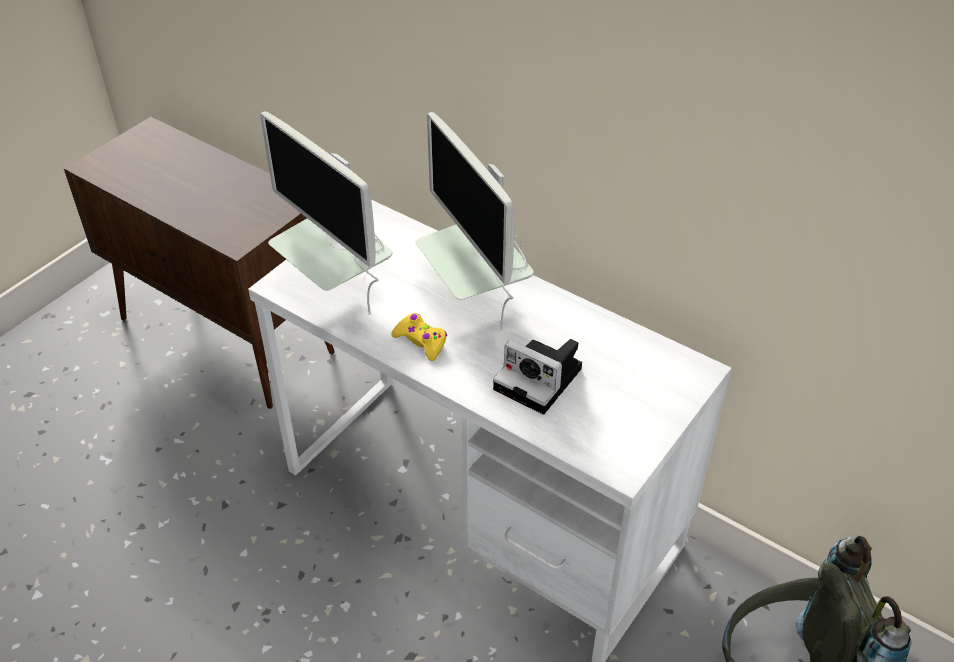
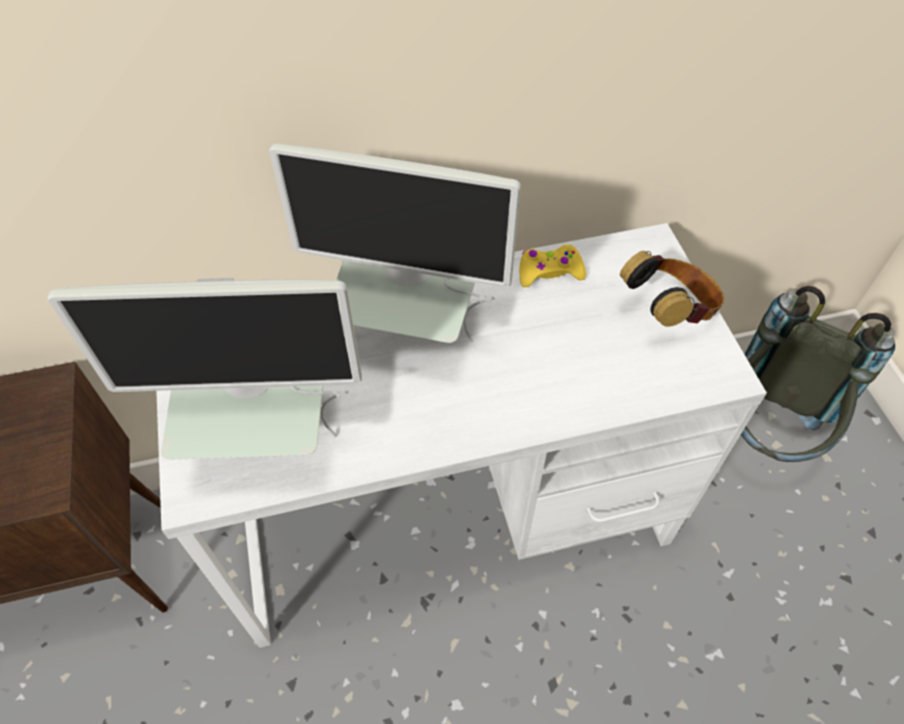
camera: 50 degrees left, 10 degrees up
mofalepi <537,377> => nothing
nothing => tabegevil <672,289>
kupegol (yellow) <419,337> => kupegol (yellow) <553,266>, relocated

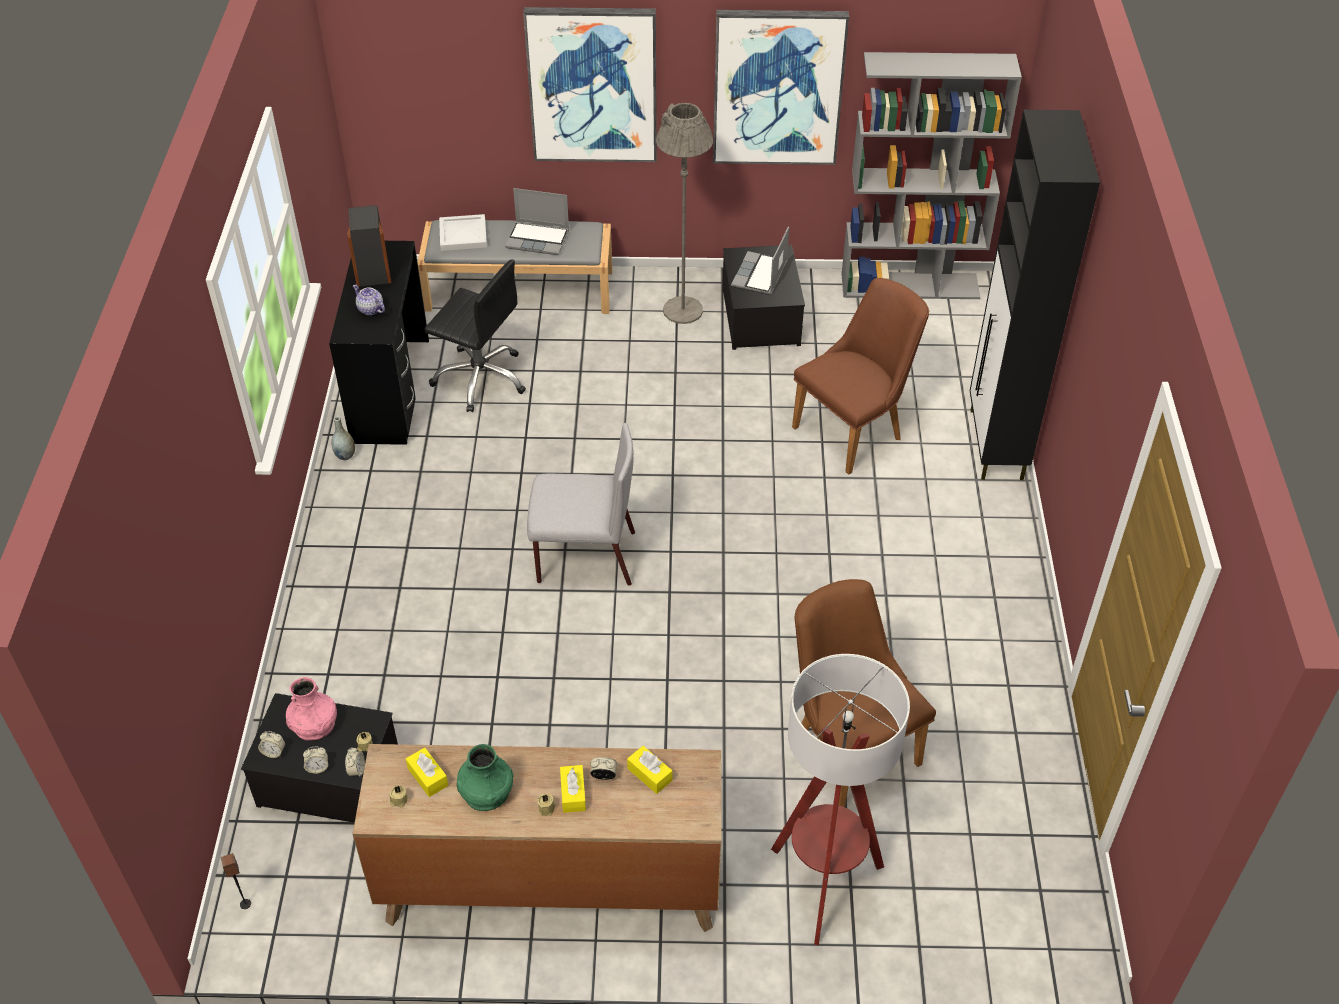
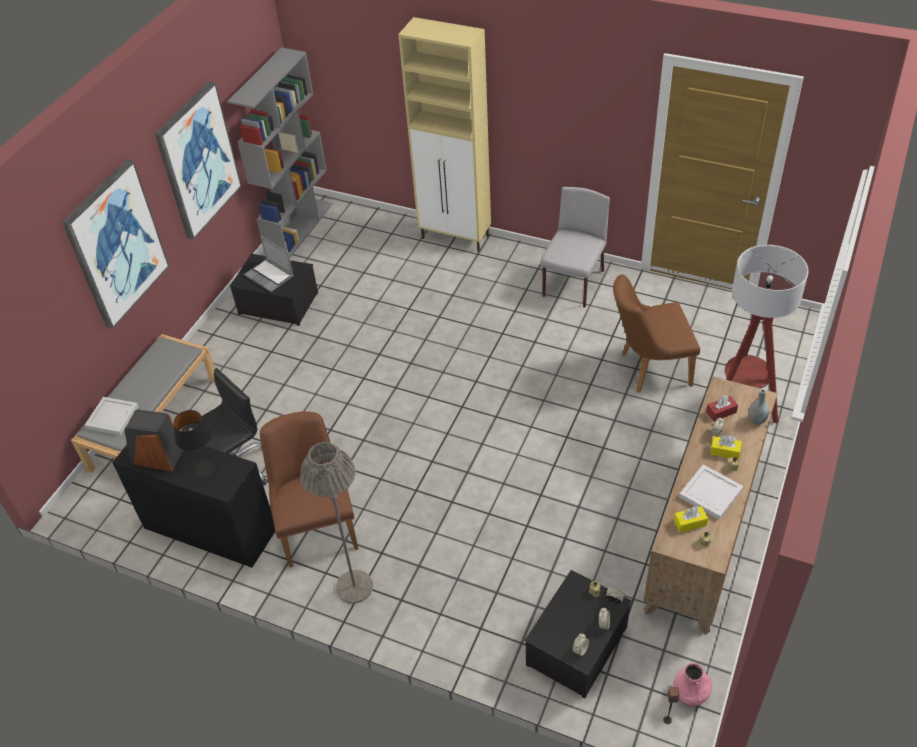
camera: 65 degrees left, 0 degrees up
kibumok <537,221> => nothing
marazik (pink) <311,709> => marazik (pink) <693,685>, relocated
marazik (grey) <343,438> => marazik (grey) <758,406>, relocated
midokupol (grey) <581,504> => midokupol (grey) <575,247>, relocated
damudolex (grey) <684,213> => damudolex (grey) <336,523>, relocated
midokupol (brown) <860,376> => midokupol (brown) <309,489>, relocated
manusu <369,300> => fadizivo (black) <194,443>
marazik (green) <485,777> => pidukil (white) <711,492>
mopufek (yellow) <649,770> => mopufek (red) <722,408>
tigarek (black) <1035,295> => tigarek (beige) <444,134>

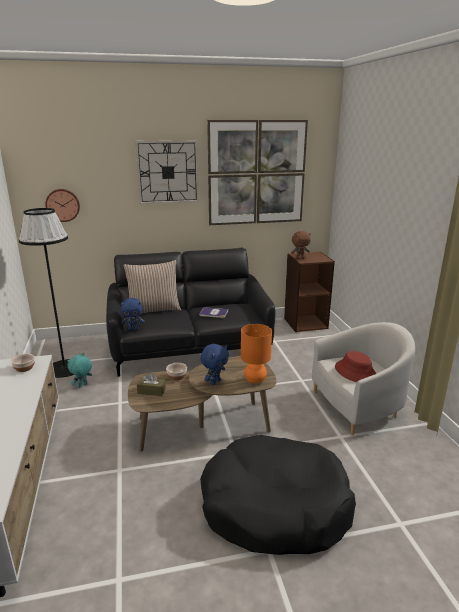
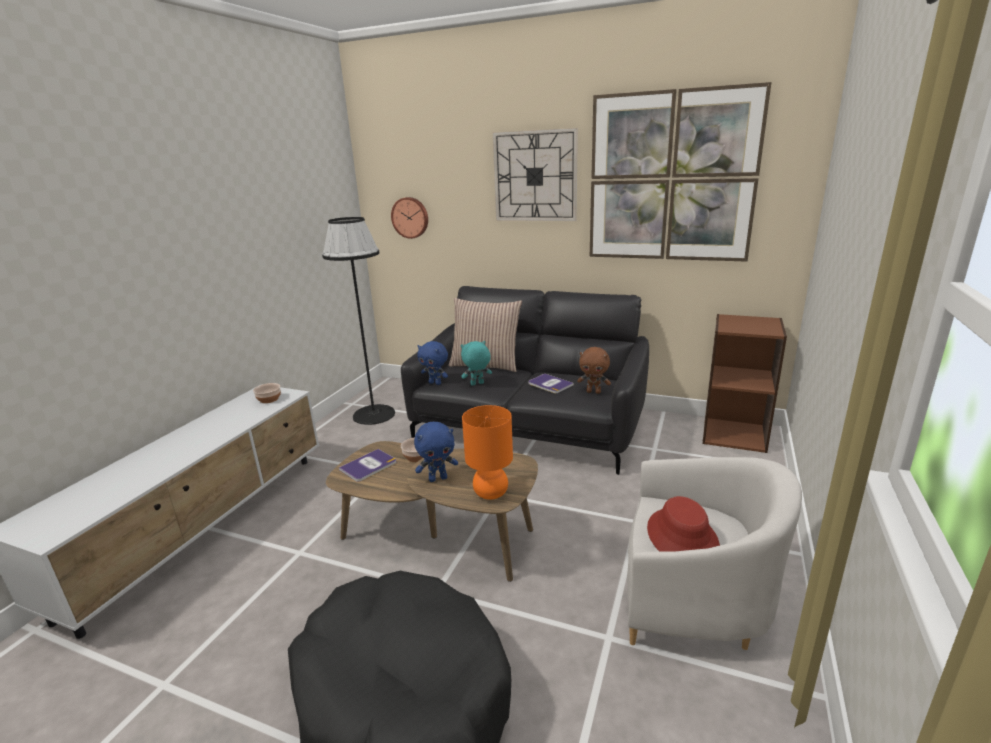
camera: 35 degrees right, 0 degrees up
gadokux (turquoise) <79,370> => gadokux (turquoise) <476,363>, relocated
gadokux (brown) <301,245> => gadokux (brown) <594,370>, relocated
mopufek (brown) <151,384> => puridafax <367,465>

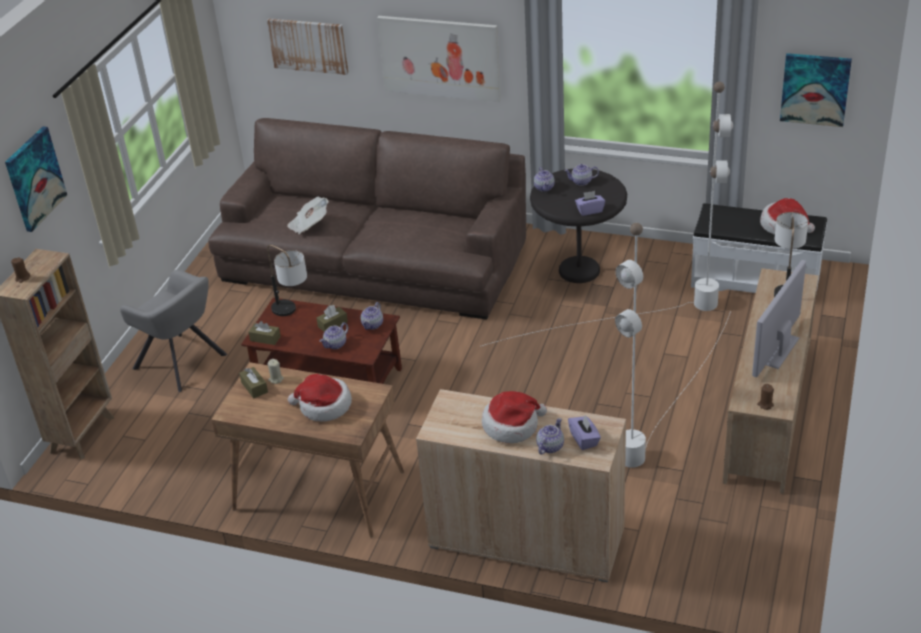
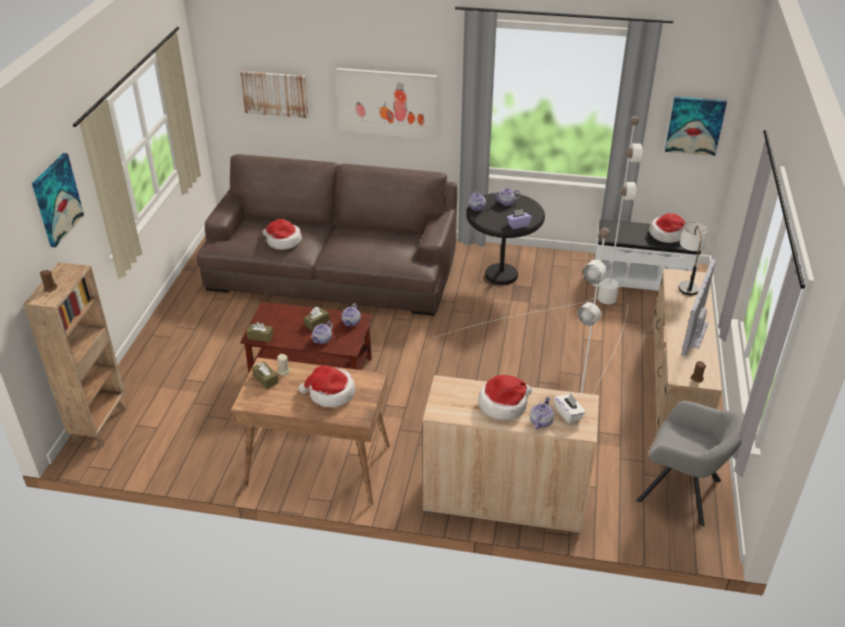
camera: 10 degrees left, 0 degrees up
fadizivo <287,280> => nothing
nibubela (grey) <173,331> => nibubela (grey) <690,464>, relocated
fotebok <308,215> => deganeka <282,234>
mopufek (purple) <584,432> => mopufek (white) <569,408>

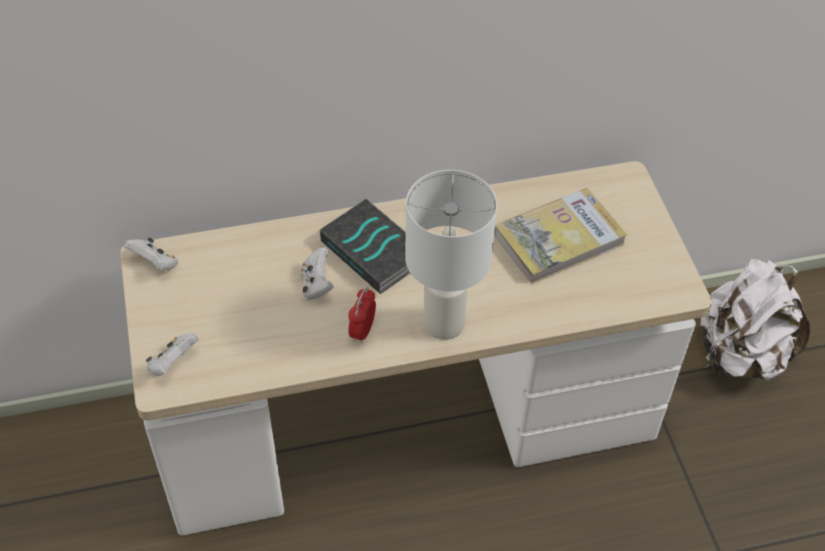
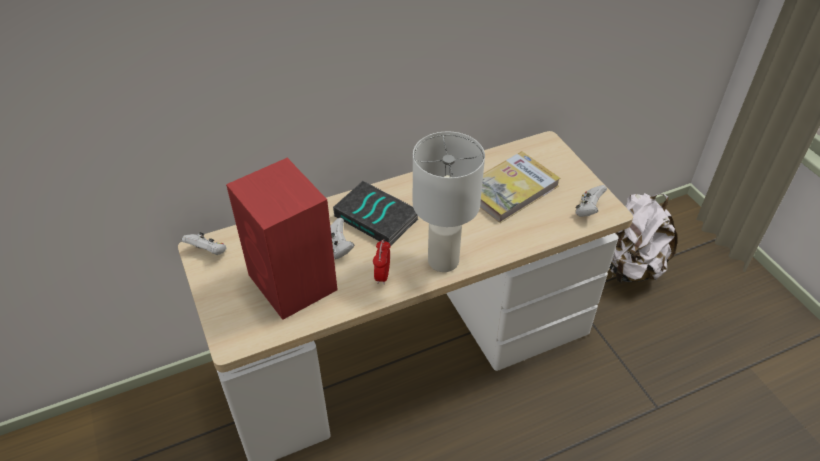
camera: 10 degrees left, 5 degrees down
nothing => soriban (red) <282,239>
kupegol (white) <172,354> => kupegol (white) <591,201>, relocated

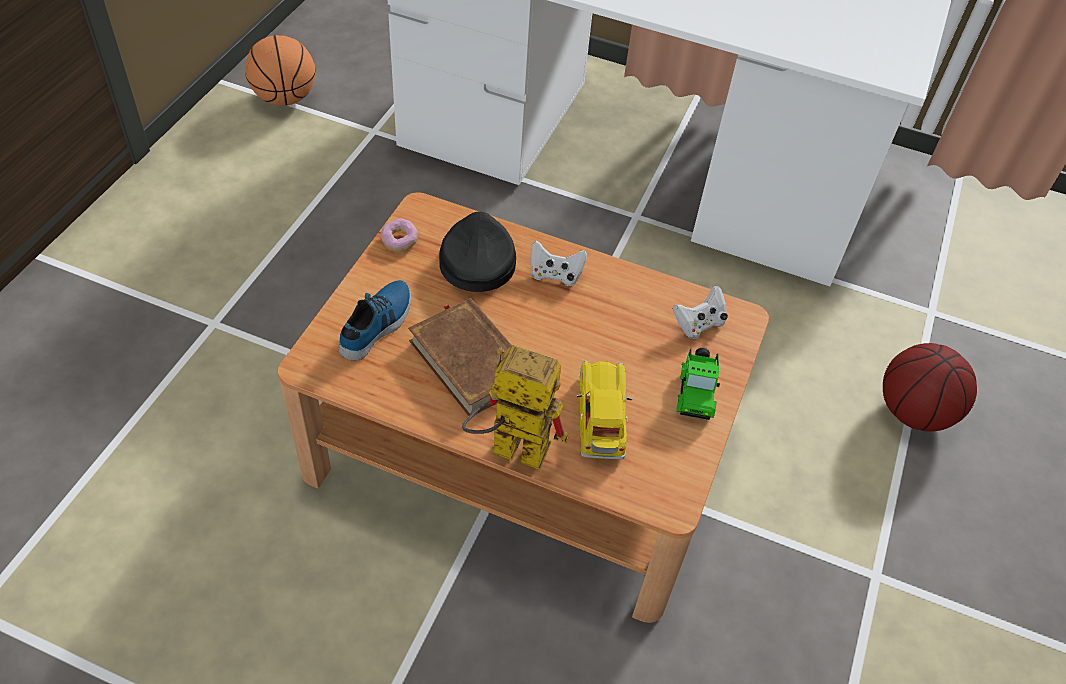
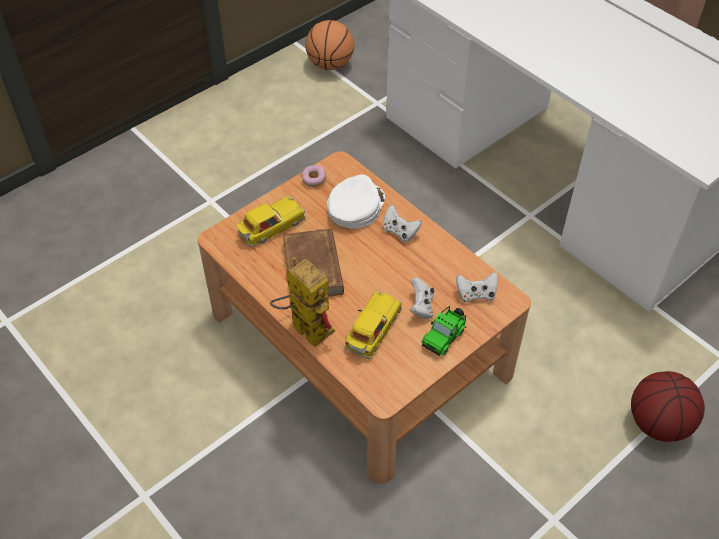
camera: 30 degrees right, 0 degrees up
nothing => kupegol (white) <422,298>
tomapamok <375,320> => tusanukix <271,221>
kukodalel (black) <477,252> => kukodalel (white) <356,201>

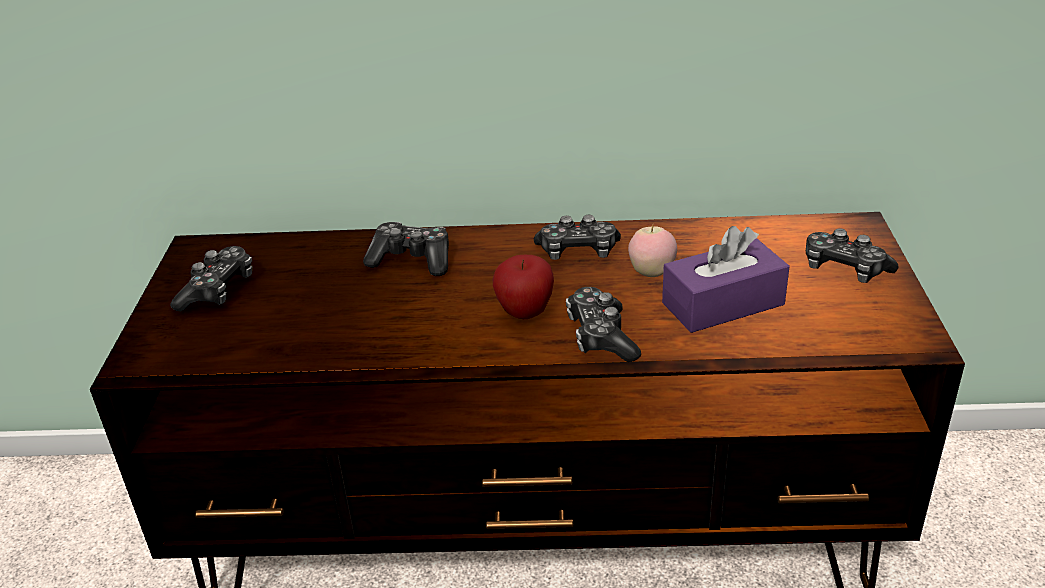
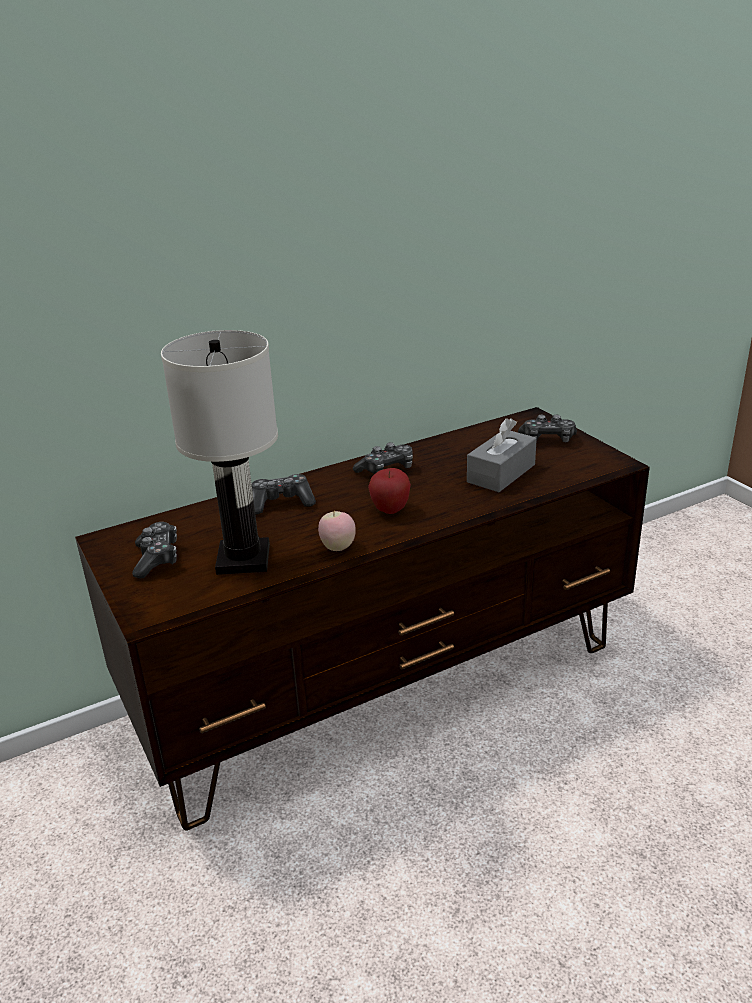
camera: 30 degrees left, 5 degrees down
kupegol <603,324> => nothing
nothing => fadizivo (white) <219,452>
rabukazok <652,251> => rabukazok <337,530>, relocated
mopufek (purple) <726,279> => mopufek (grey) <502,455>

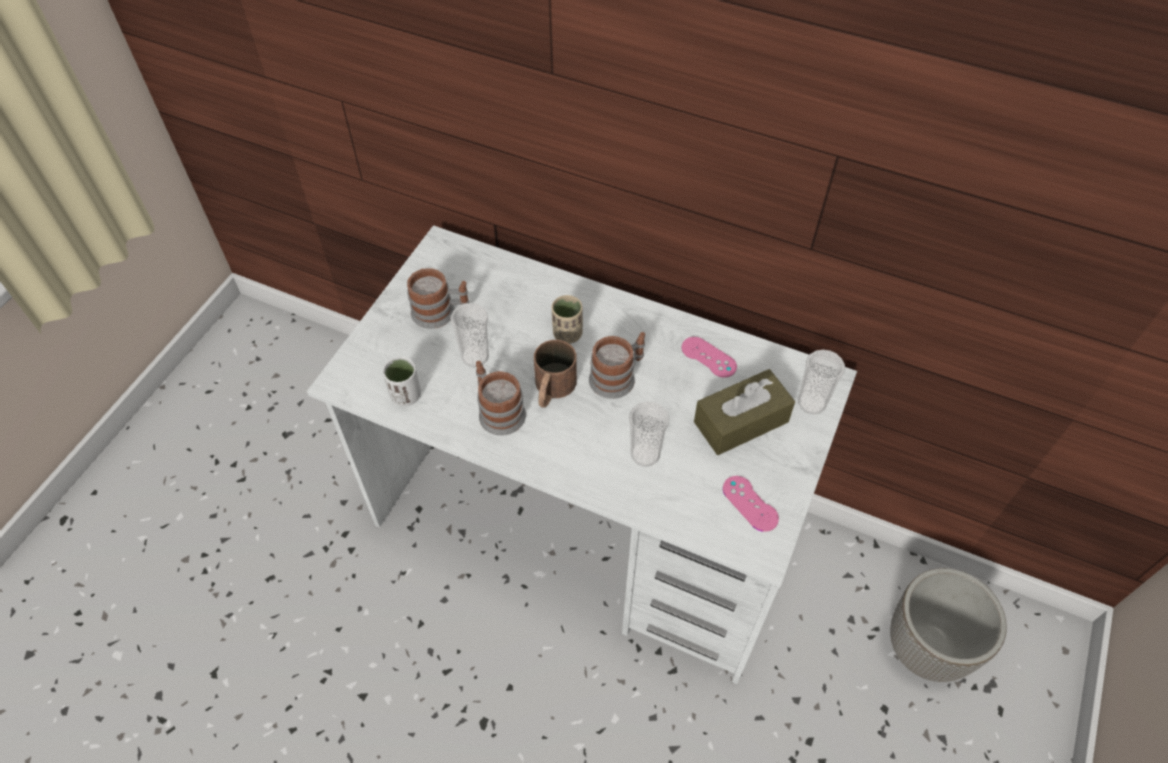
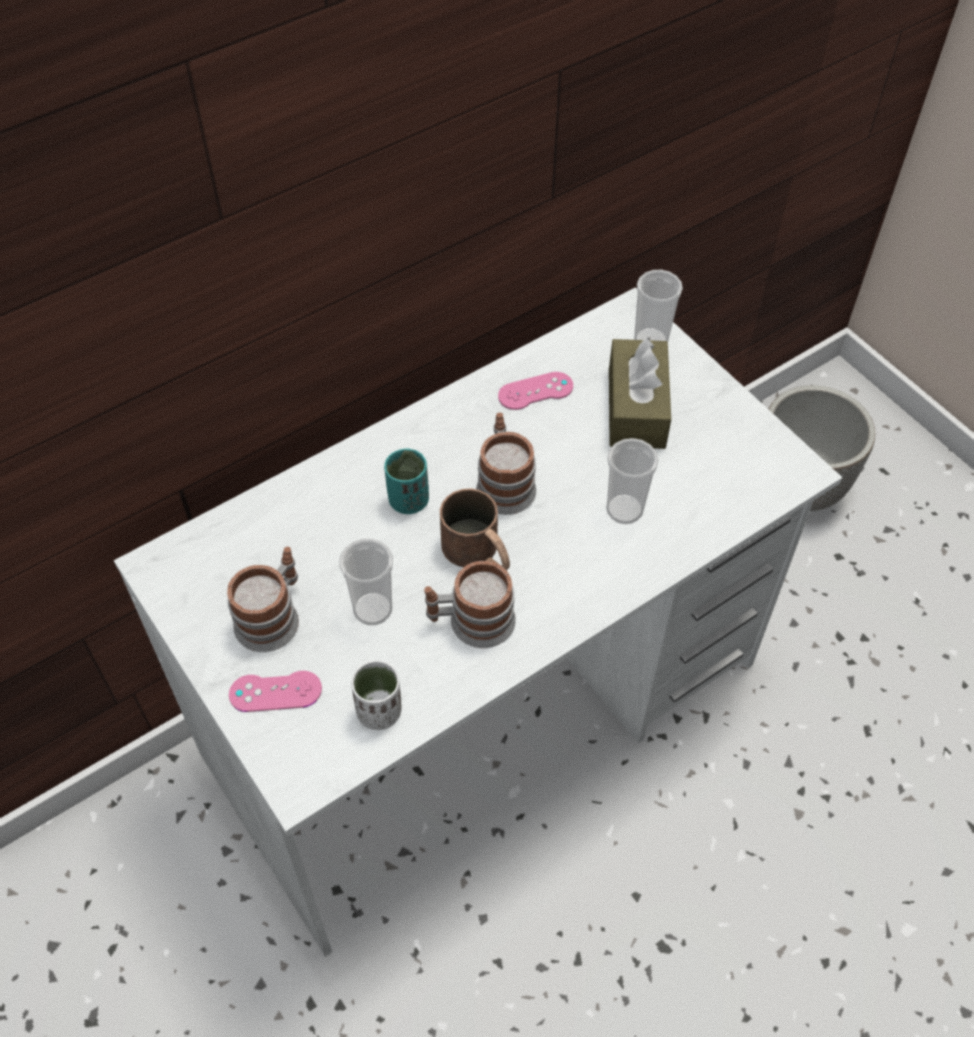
camera: 60 degrees left, 0 degrees up
kupegol (pink) <751,504> => kupegol (pink) <275,691>, relocated
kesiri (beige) <567,319> => kesiri (turquoise) <406,481>

